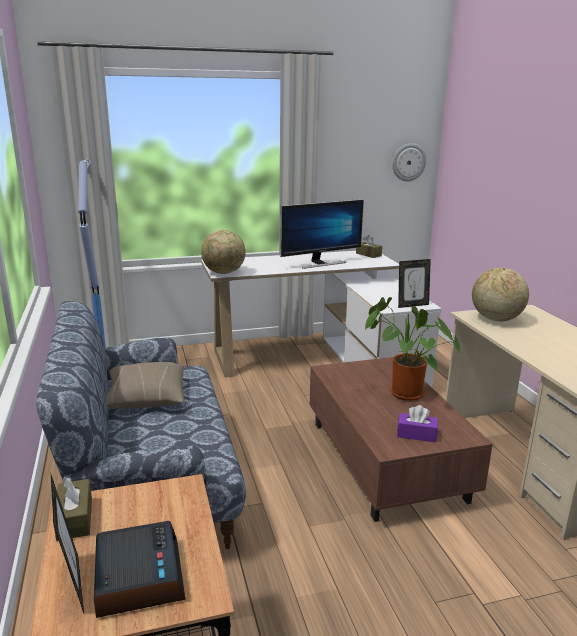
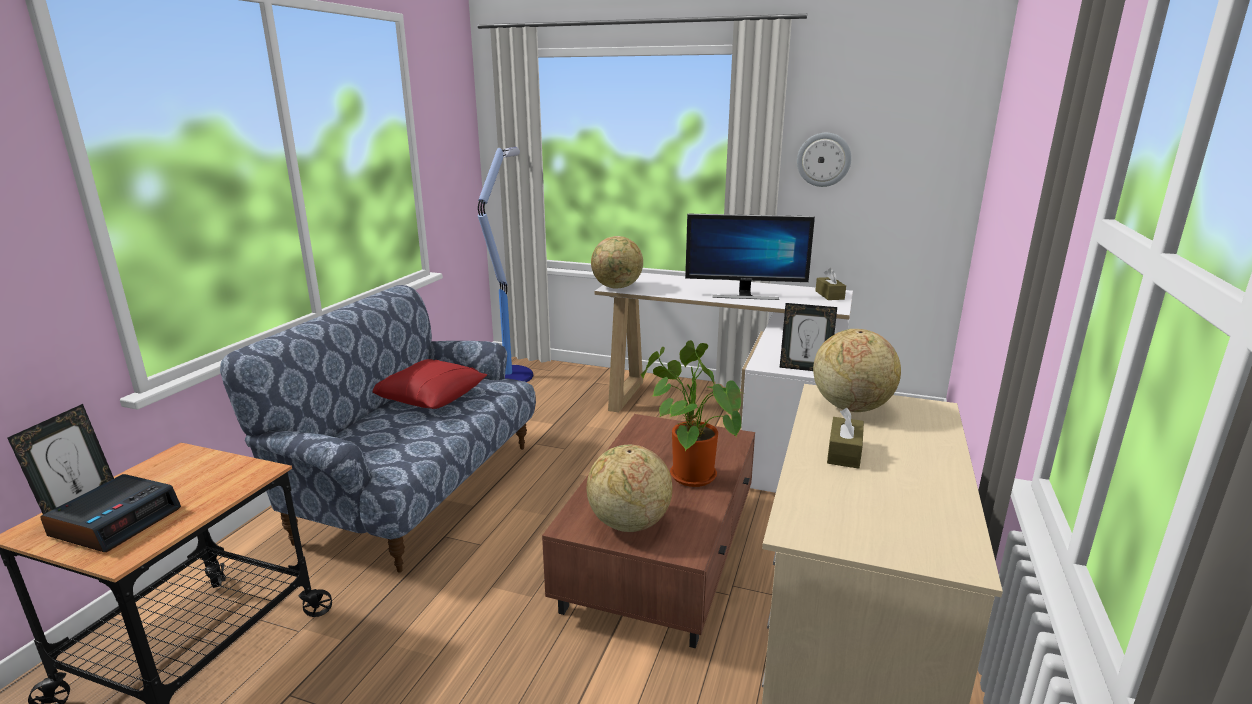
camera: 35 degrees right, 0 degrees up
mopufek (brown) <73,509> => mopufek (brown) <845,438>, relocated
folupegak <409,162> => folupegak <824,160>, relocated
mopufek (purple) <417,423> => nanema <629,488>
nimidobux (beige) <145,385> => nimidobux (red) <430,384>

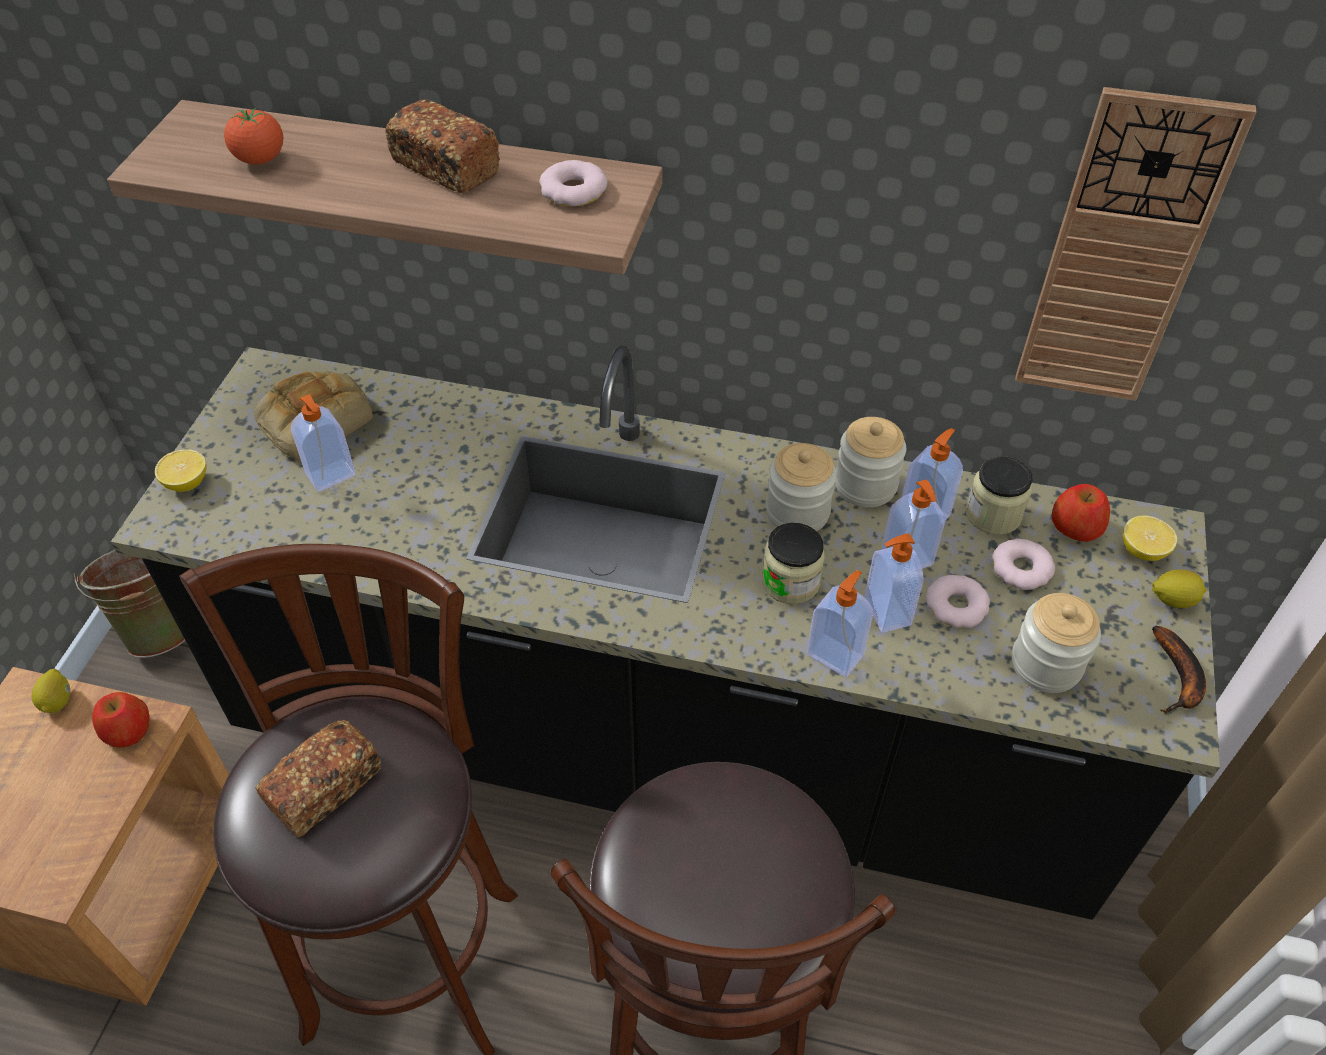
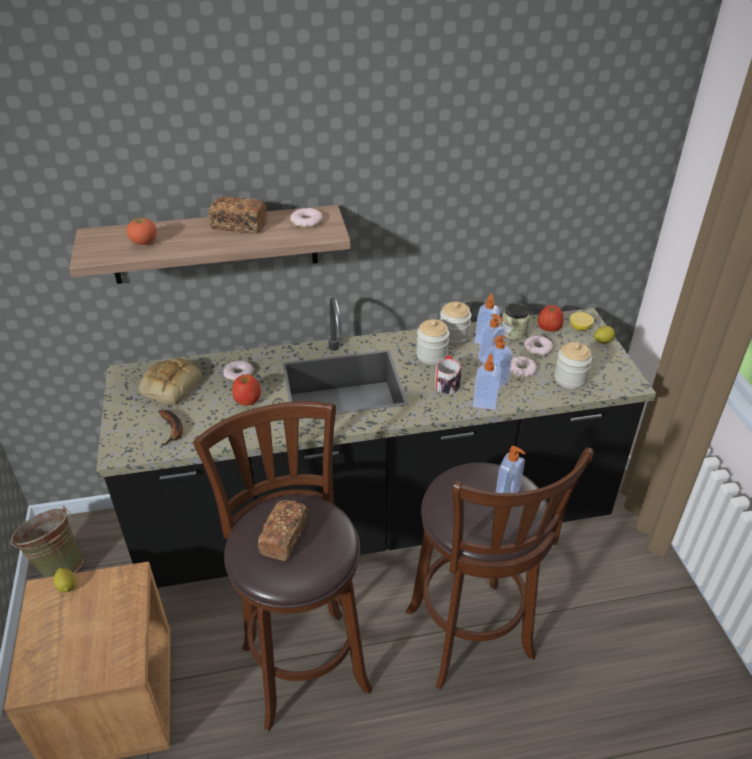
camera: 25 degrees left, 10 degrees down
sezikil <180,470> => nothing
folupegak <1136,244> => nothing
nothing => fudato <238,370>
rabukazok <121,719> => rabukazok <246,390>, relocated
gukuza <323,443> => gukuza <510,469>, relocated
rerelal <1179,669> => rerelal <170,427>, relocated
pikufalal <793,563> => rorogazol <448,374>

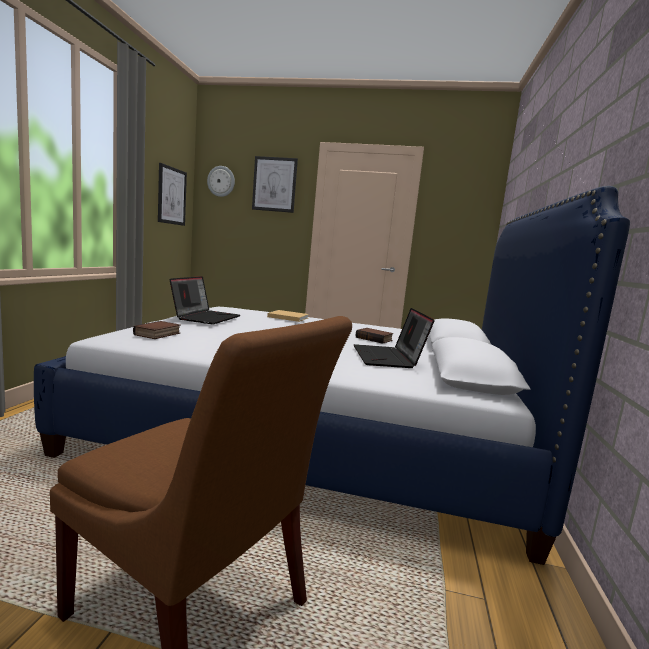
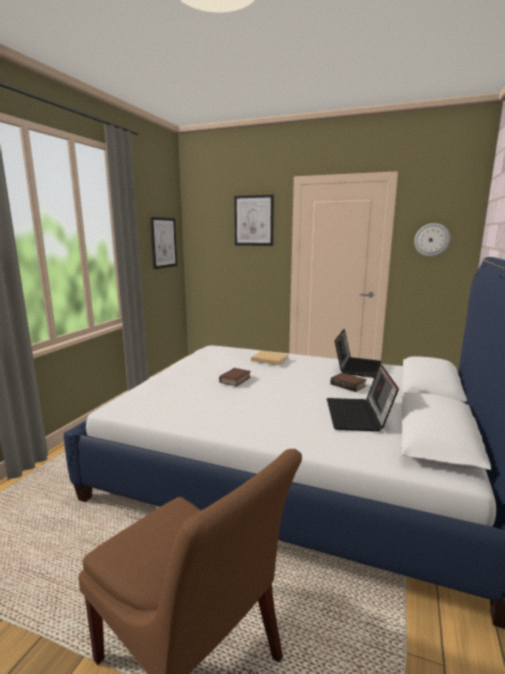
camera: 10 degrees right, 5 degrees up
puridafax <157,330> => puridafax <235,377>, relocated
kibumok <205,300> => kibumok <358,353>, relocated
folupegak <221,181> => folupegak <432,240>, relocated

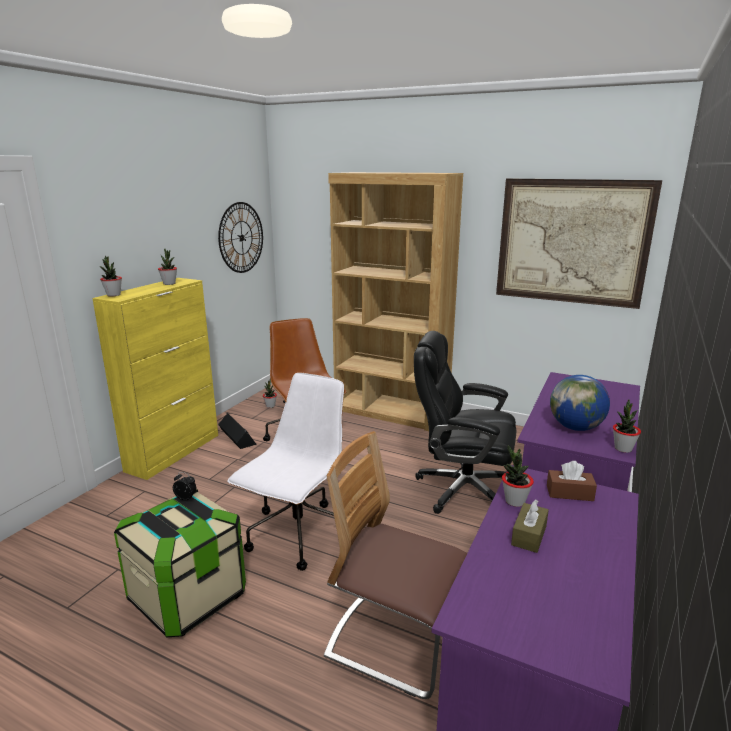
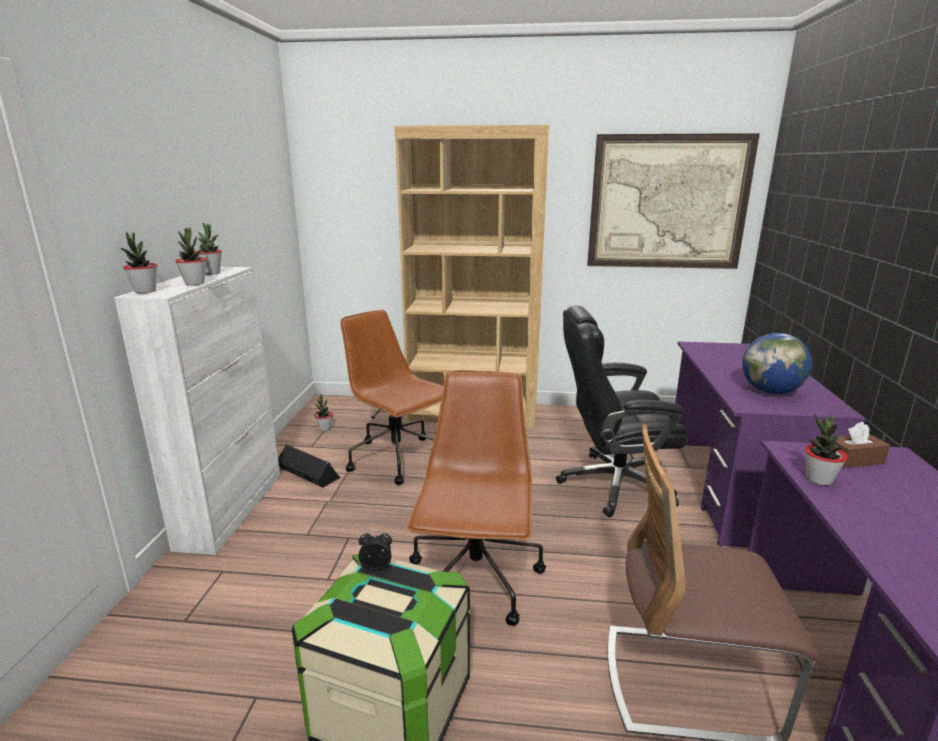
camera: 20 degrees left, 0 degrees up
folupegak <240,237> => nothing
mopufek (brown) <530,526> => nothing
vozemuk <627,426> => vozemuk <190,256>, relocated
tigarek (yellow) <155,379> => tigarek (white) <197,411>
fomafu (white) <285,472> => fomafu (brown) <477,498>

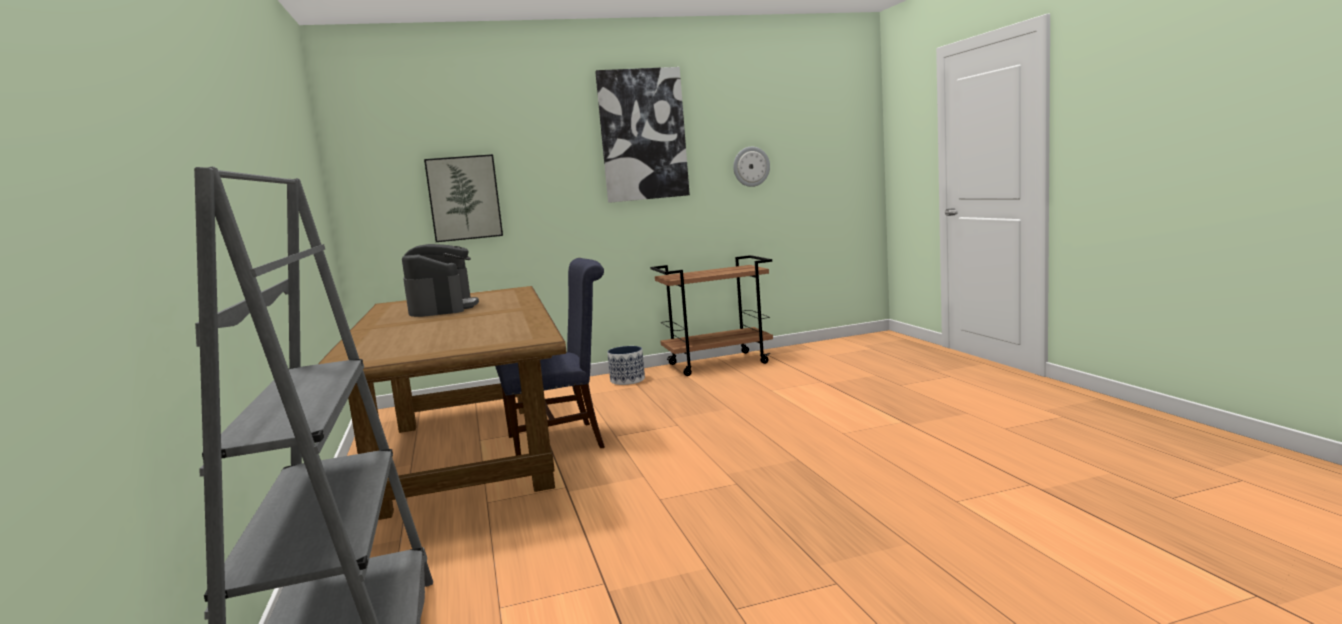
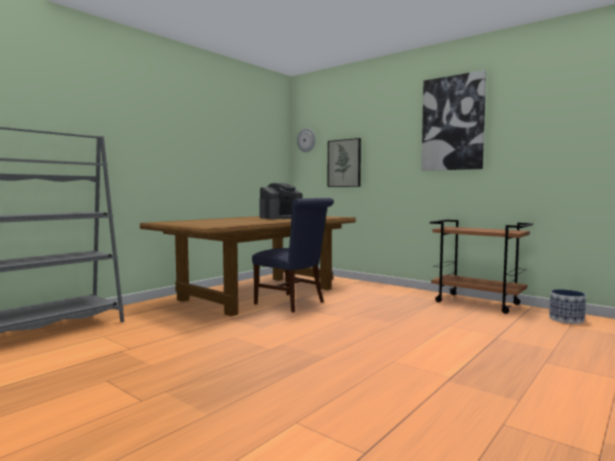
camera: 55 degrees right, 5 degrees down
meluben <626,365> => meluben <567,306>, relocated
folupegak <751,167> => folupegak <306,140>, relocated

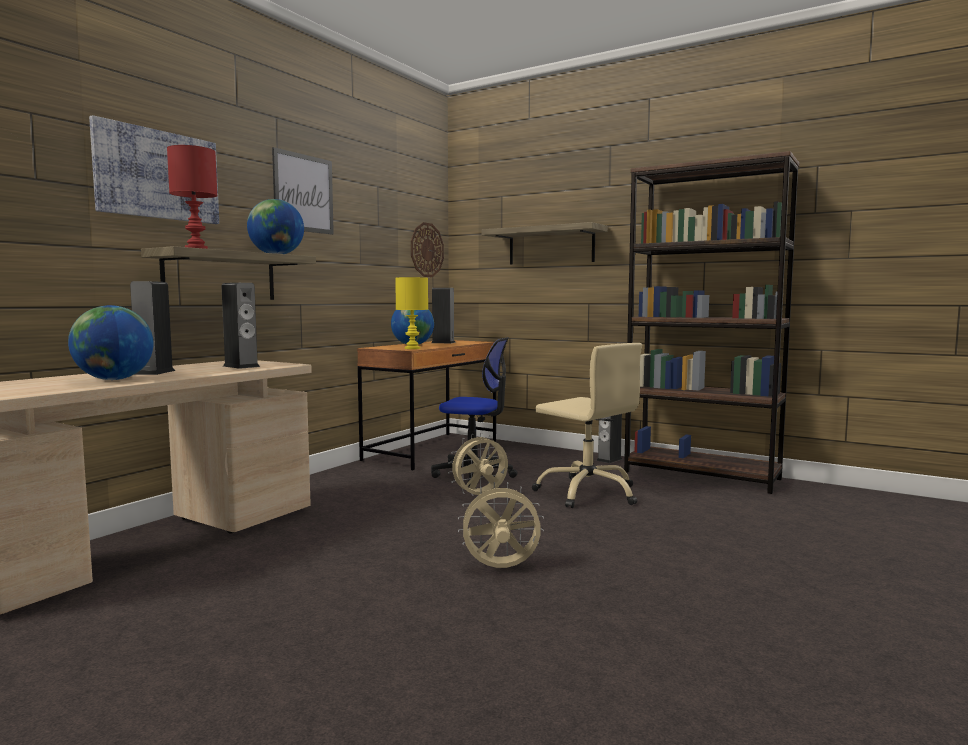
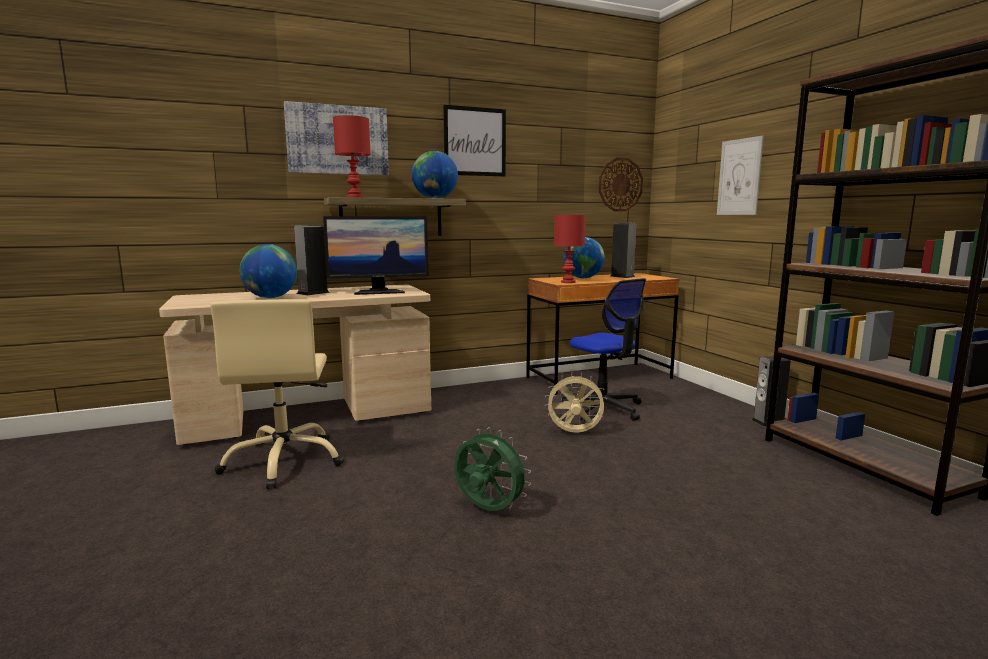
camera: 35 degrees right, 5 degrees up
fomafu (beige) <587,425> => fomafu (beige) <277,394>, relocated
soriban <241,326> => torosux <375,255>
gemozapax <544,243> => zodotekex <740,175>
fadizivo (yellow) <411,313> => fadizivo (red) <570,249>
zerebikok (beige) <501,525> => zerebikok (green) <492,469>

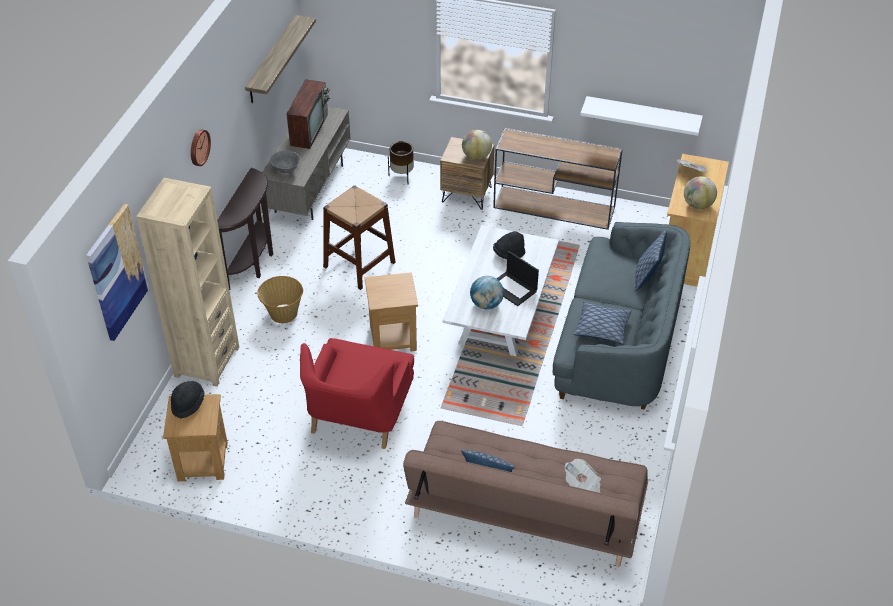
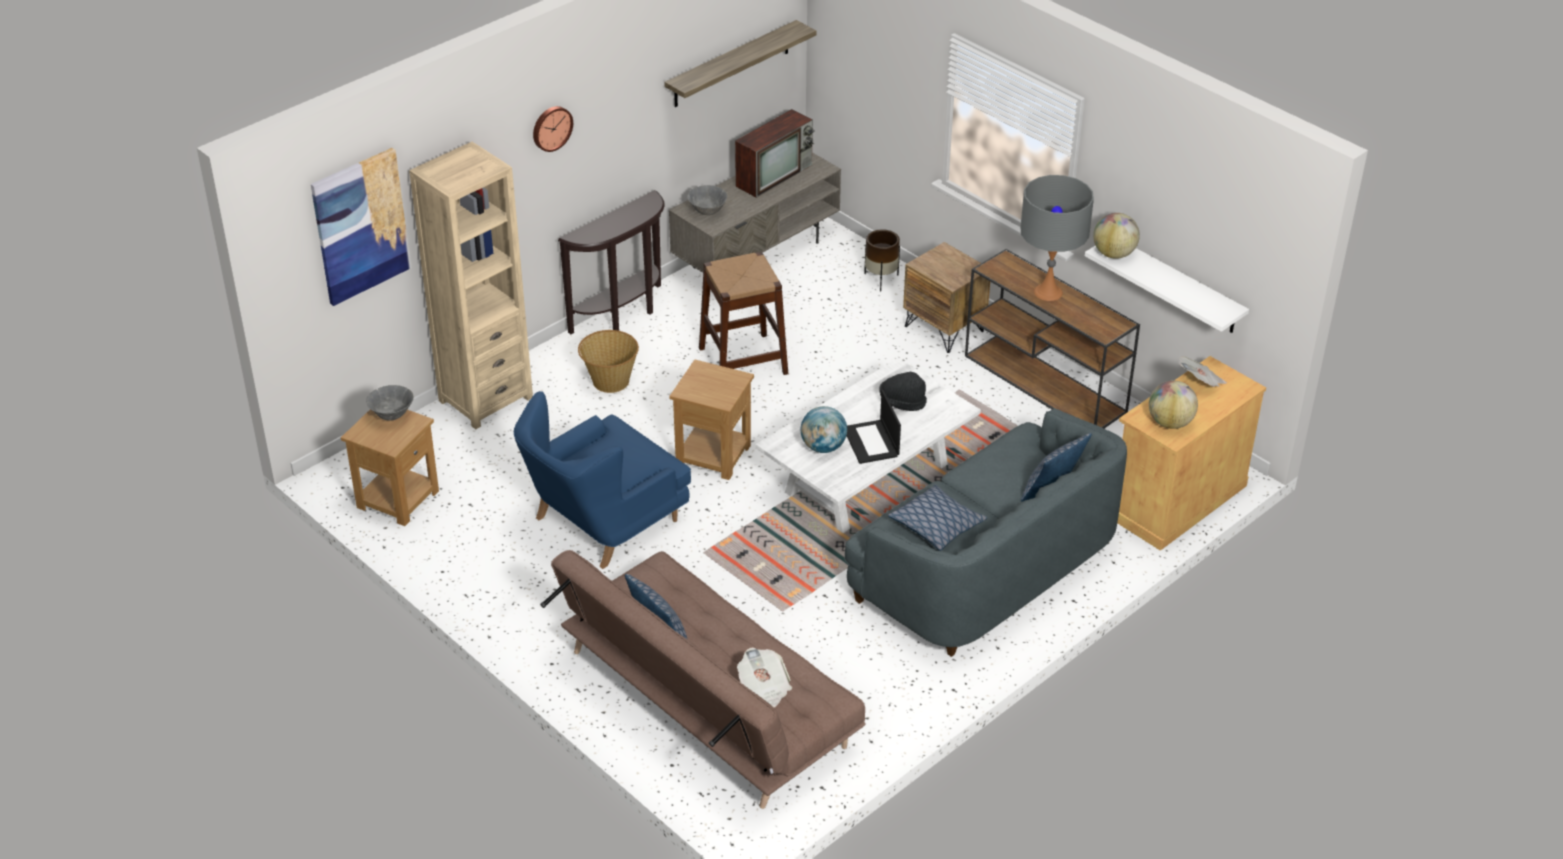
camera: 30 degrees right, 5 degrees down
nothing => fadizivo (grey) <1057,238>
nanema <477,145> => nanema <1116,236>, relocated
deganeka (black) <187,400> => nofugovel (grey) <390,403>
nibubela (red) <357,393> => nibubela (blue) <602,480>

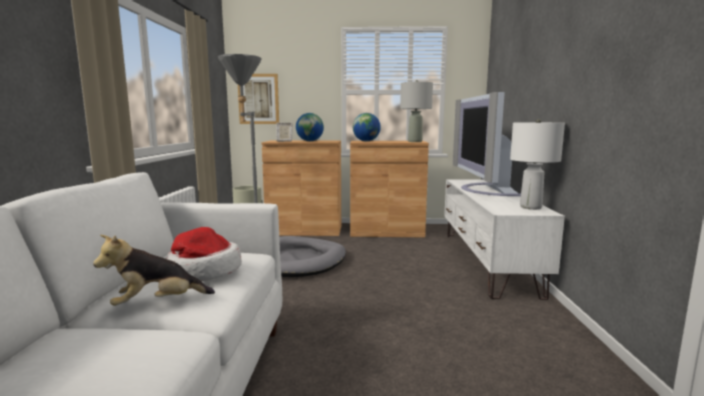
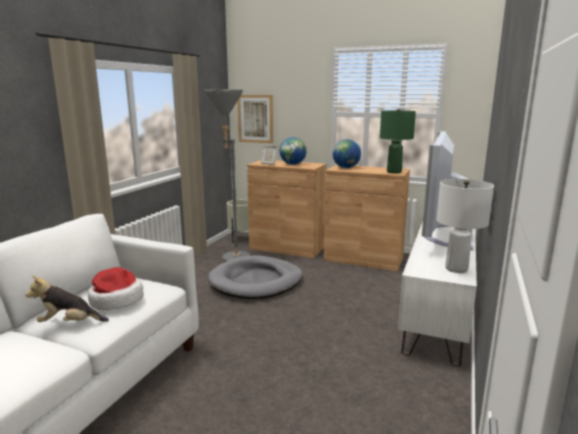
camera: 20 degrees right, 5 degrees up
fadizivo (grey) <416,111> => fadizivo (green) <398,141>

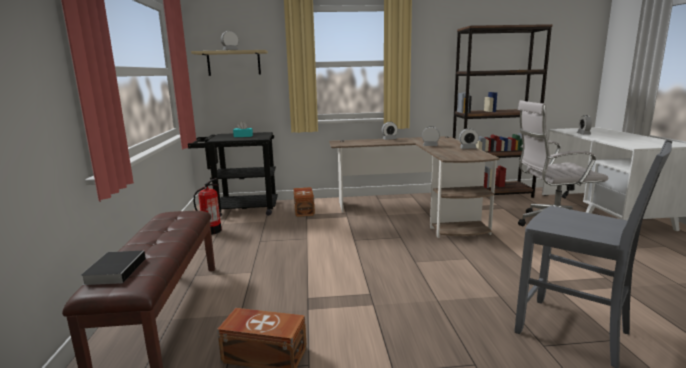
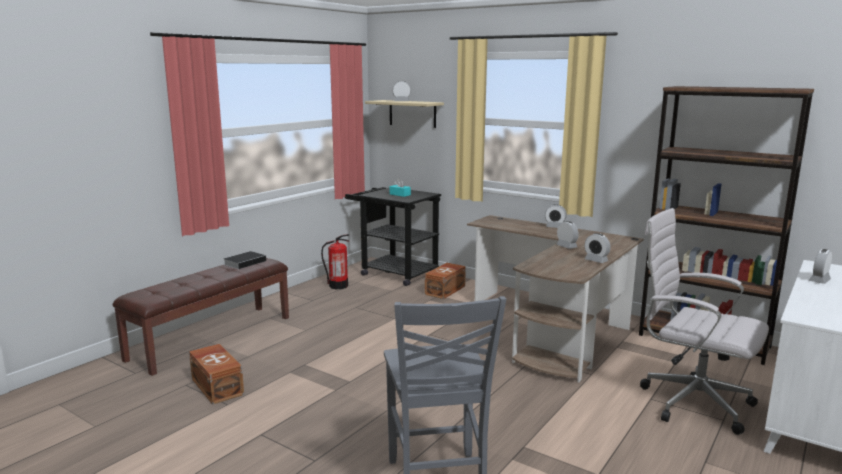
camera: 40 degrees right, 0 degrees up
puridafax <113,268> => puridafax <245,260>, relocated

